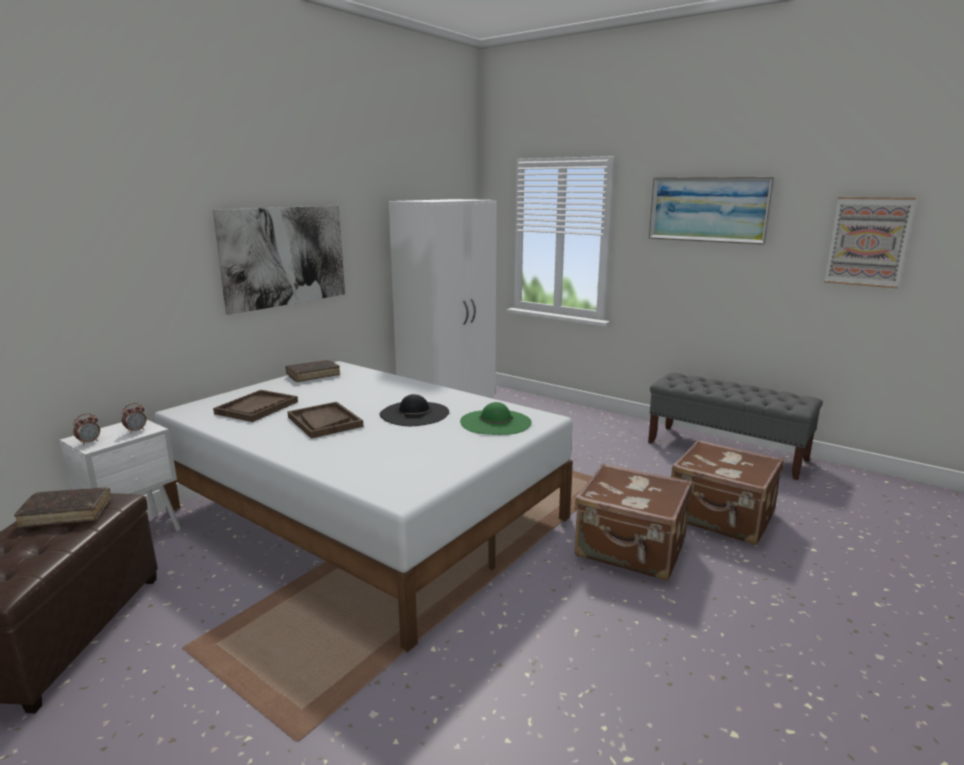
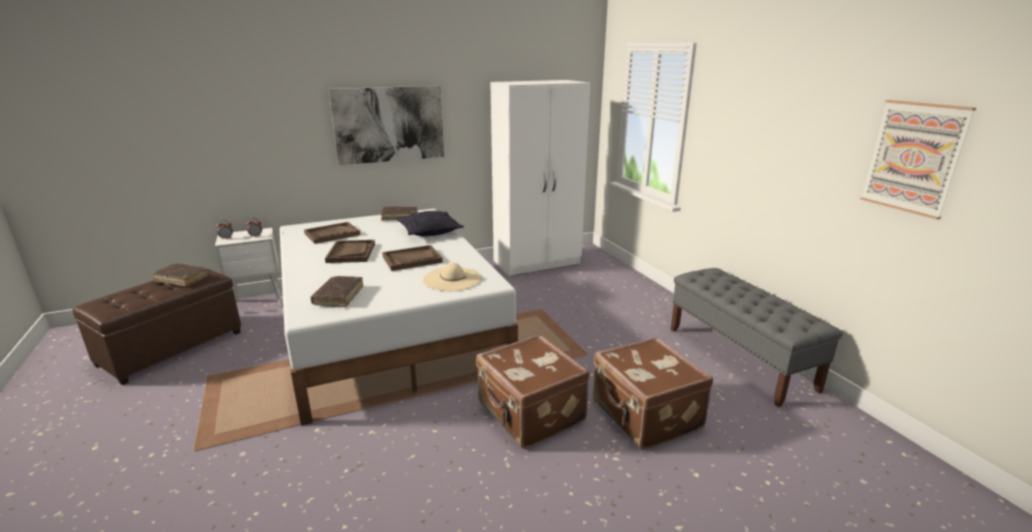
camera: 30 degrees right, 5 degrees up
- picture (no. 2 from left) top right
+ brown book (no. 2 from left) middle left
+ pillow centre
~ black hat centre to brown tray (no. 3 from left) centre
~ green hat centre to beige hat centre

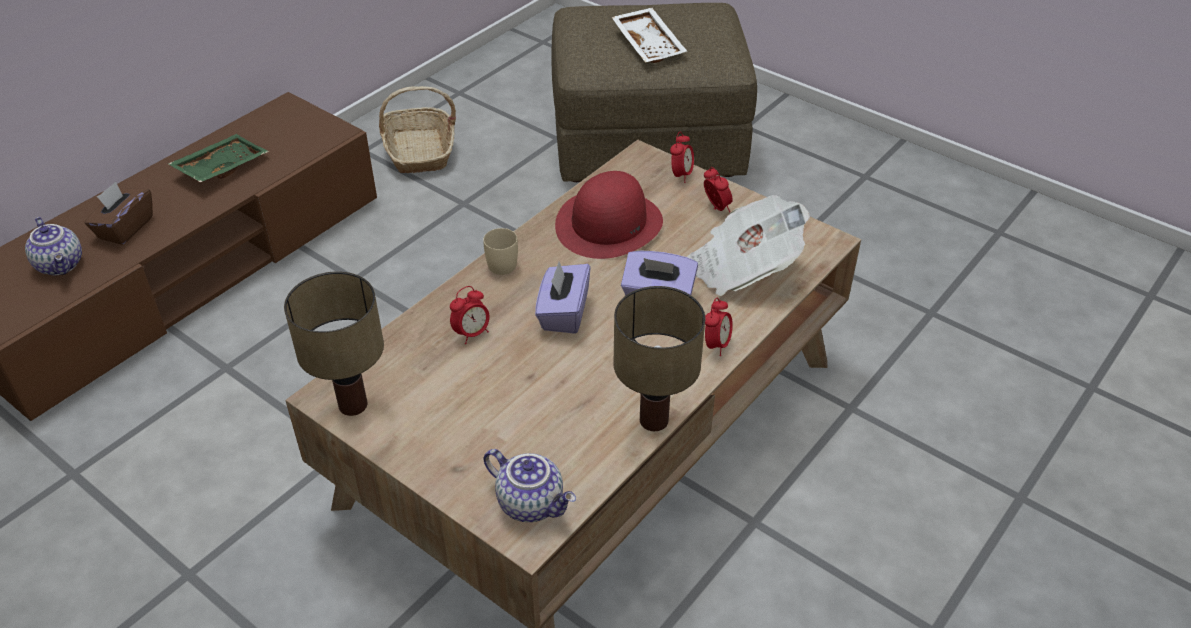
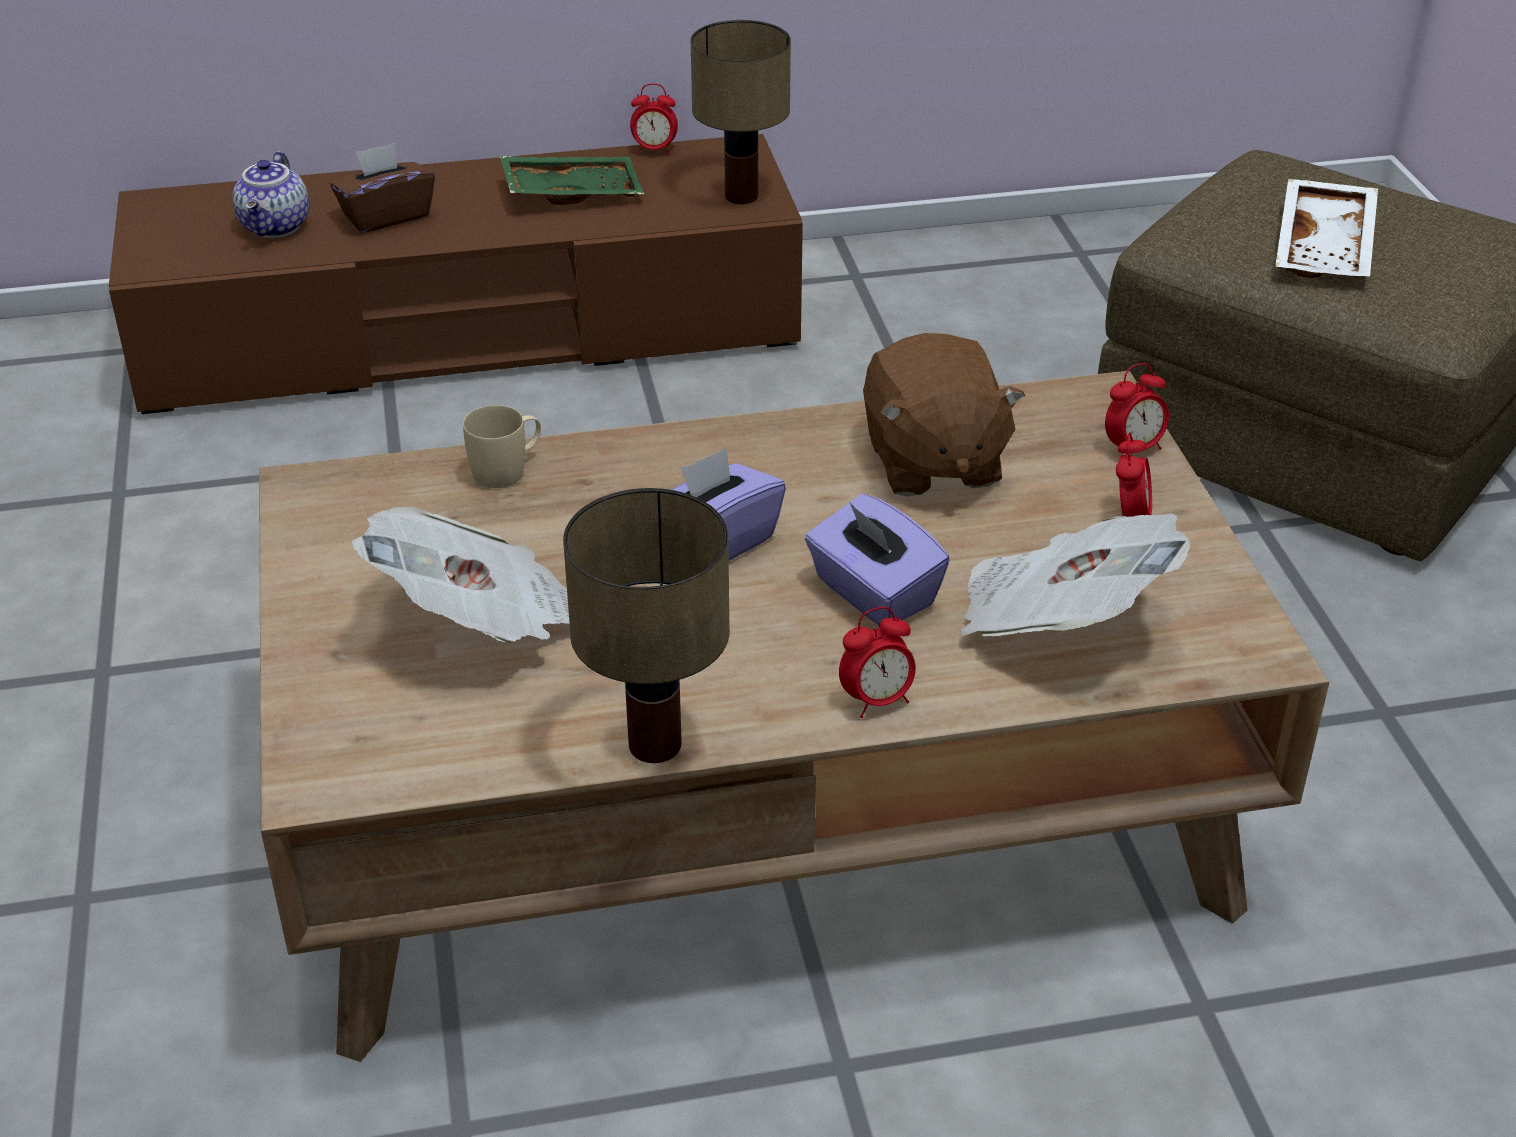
camera: 40 degrees right, 5 degrees down
- basket top centre
- teapot (no. 2 from left) bottom centre
+ newspaper (no. 1 from left) middle left
~ table lamp (no. 1 from left in the first image) middle left to table lamp (no. 2 from left) top centre
~ alarm clock (no. 1 from left) centre to top centre
~ beige mug centre to middle left
~ red hat centre to brown plush toy centre

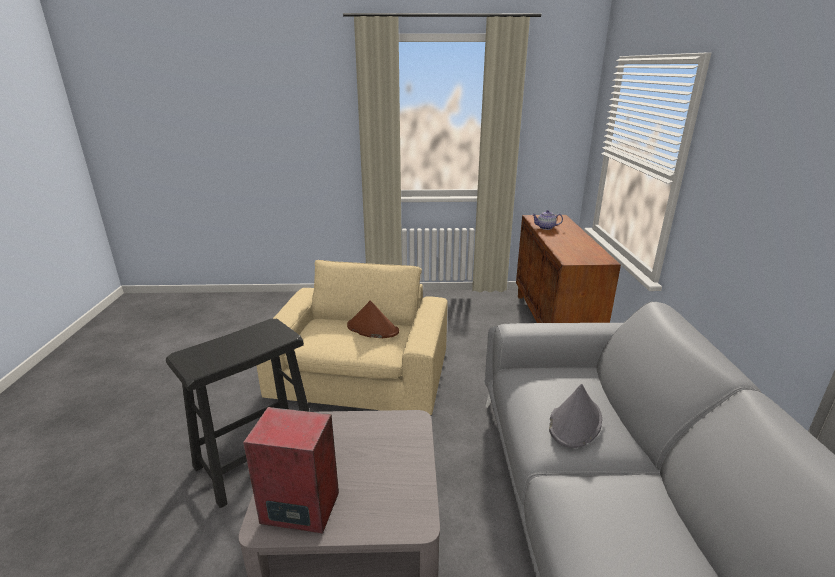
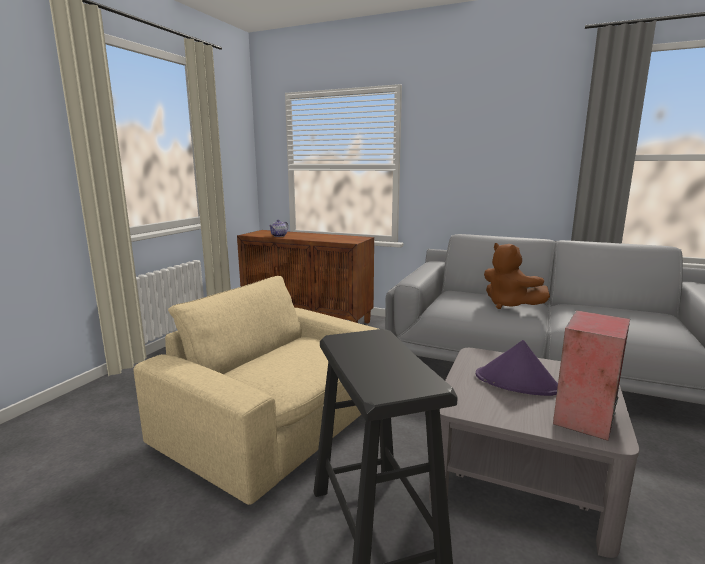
camera: 65 degrees left, 10 degrees down
- brown hat centre
+ purple hat middle right
~ grey hat bottom right to brown plush toy middle right

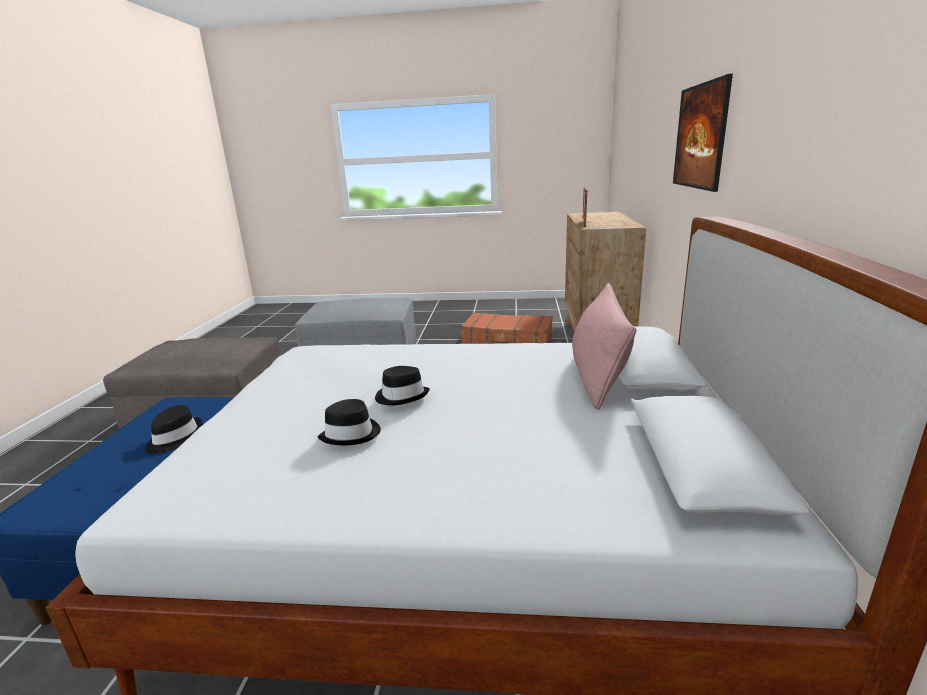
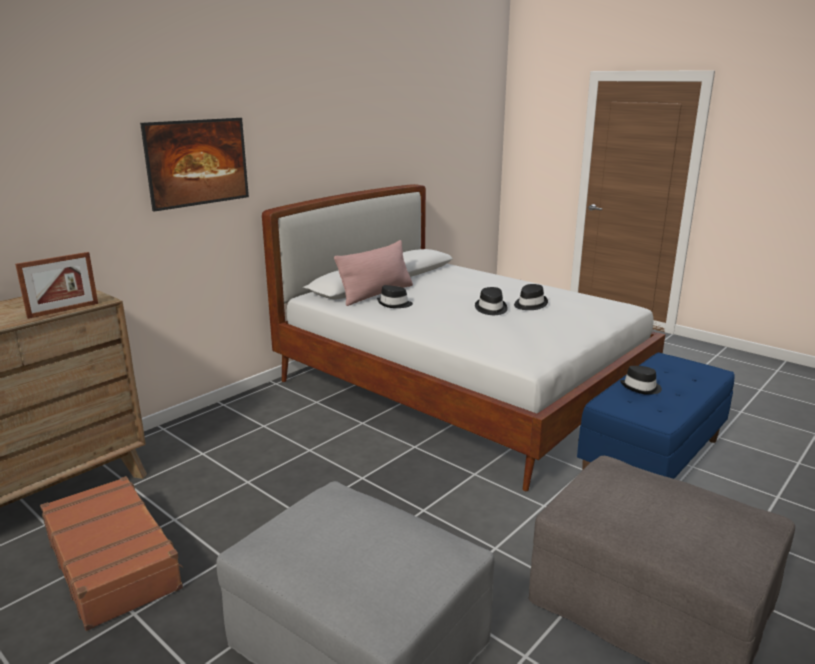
camera: 145 degrees left, 0 degrees up
+ black hat (no. 1 from left) centre

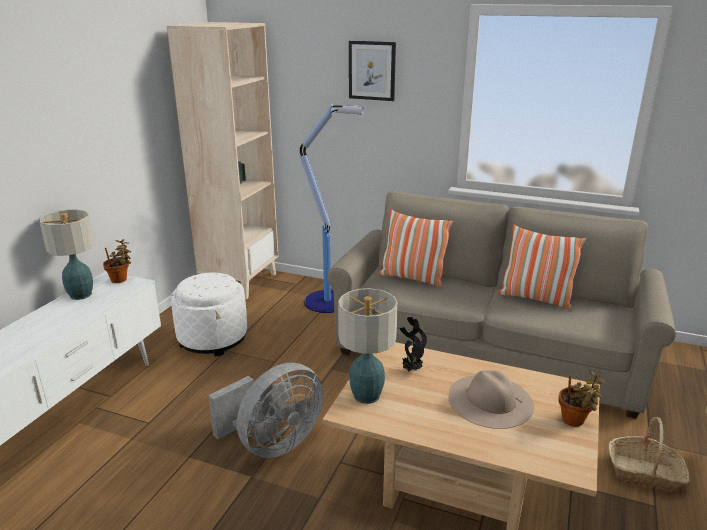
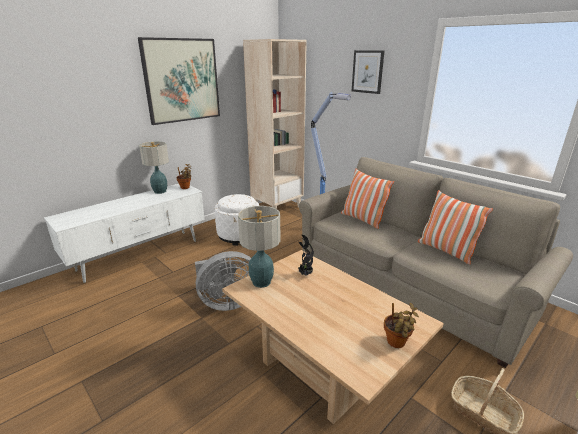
camera: 25 degrees right, 0 degrees up
- beige hat bottom right
+ picture (no. 1 from left) top left

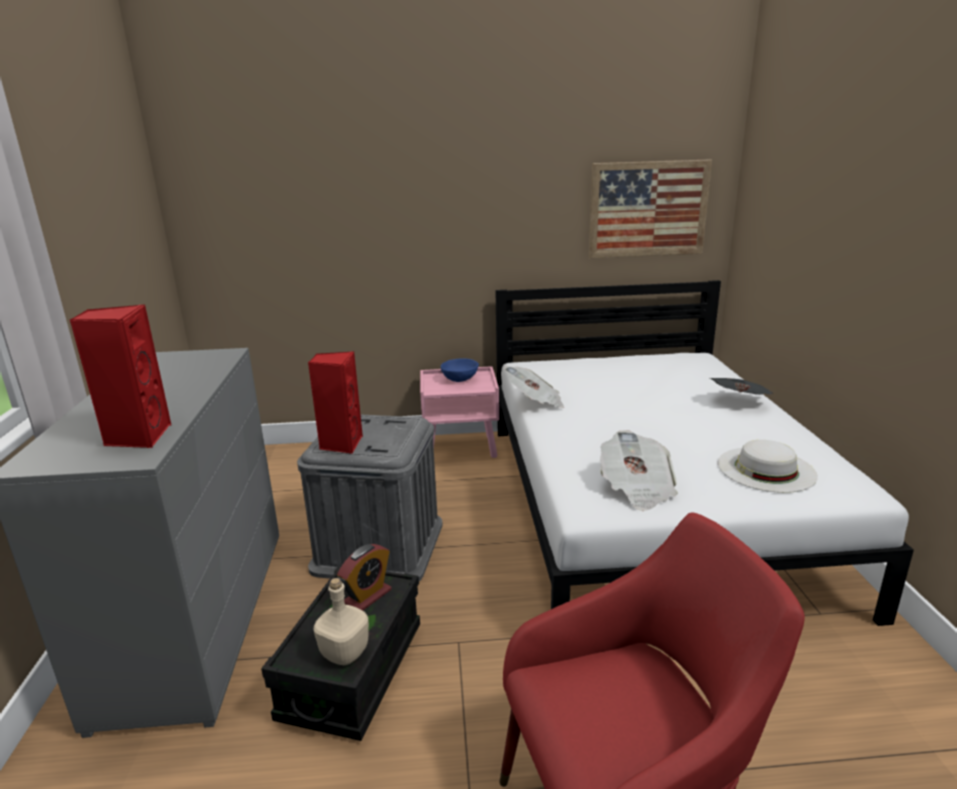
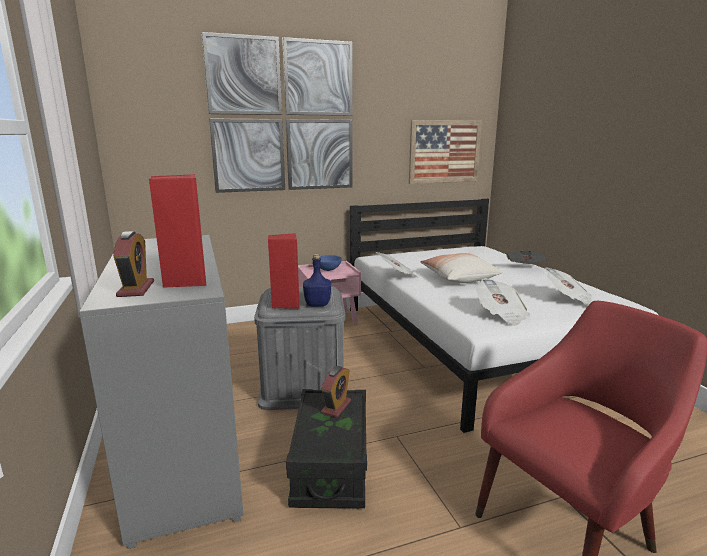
camera: 15 degrees left, 5 degrees down
- beige bottle bottom centre
+ alarm clock (no. 1 from left) middle left
+ picture (no. 1 from left) top centre
+ blue bottle centre
+ pillow centre
~ white hat middle right to newspaper (no. 4 from left) middle right

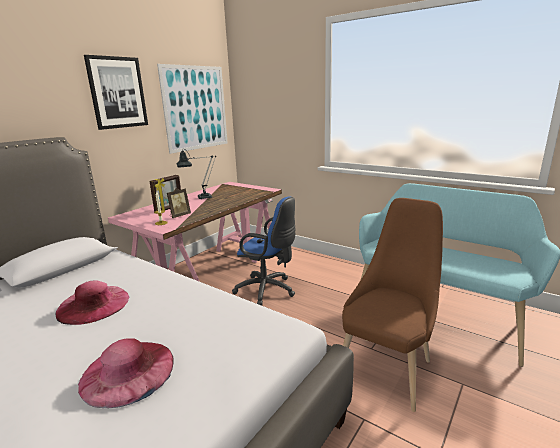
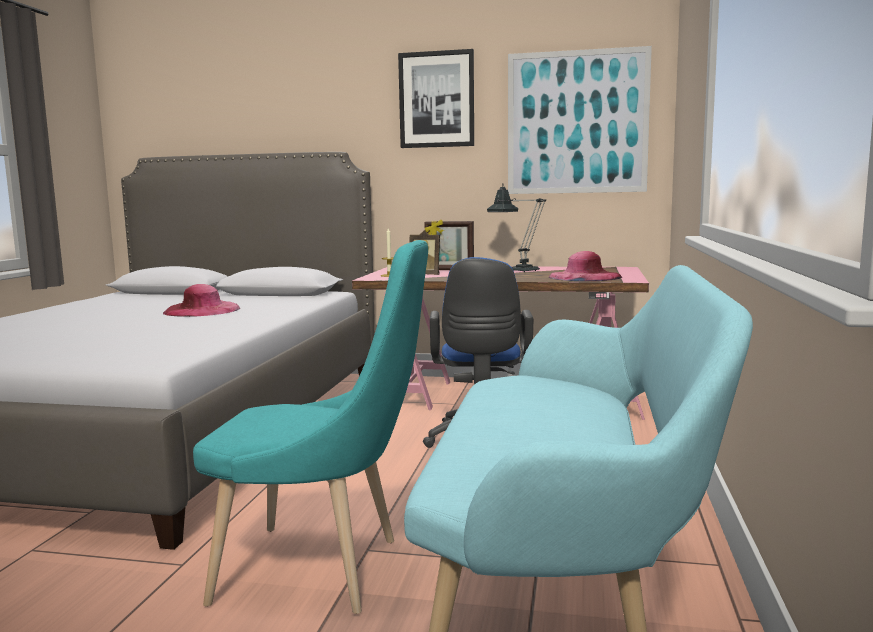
camera: 65 degrees right, 10 degrees down
~ pink hat (no. 2 from left) bottom left to middle right
~ brown chair bottom right to turquoise chair bottom centre

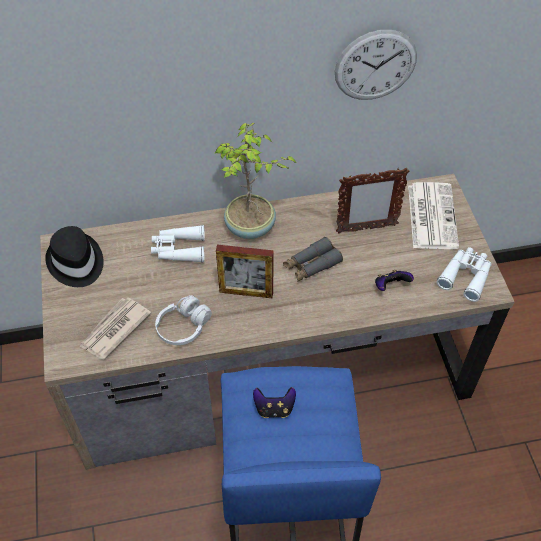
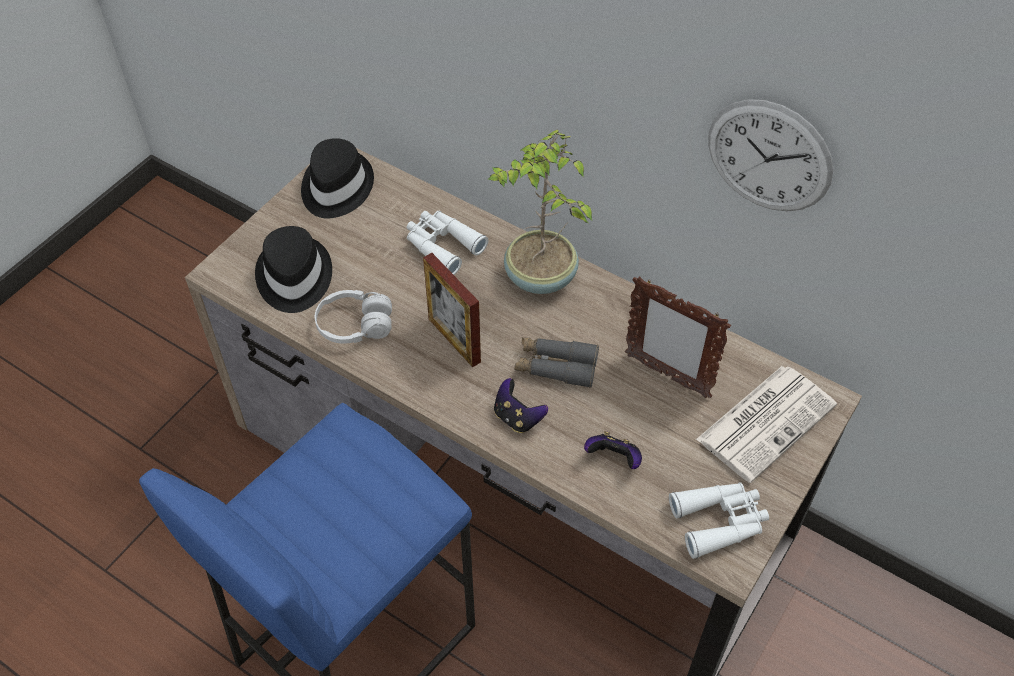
camera: 45 degrees right, 0 degrees up
~ game controller (no. 1 from left) bottom centre to centre
~ newspaper (no. 1 from left) middle left to black hat (no. 1 from left) middle left

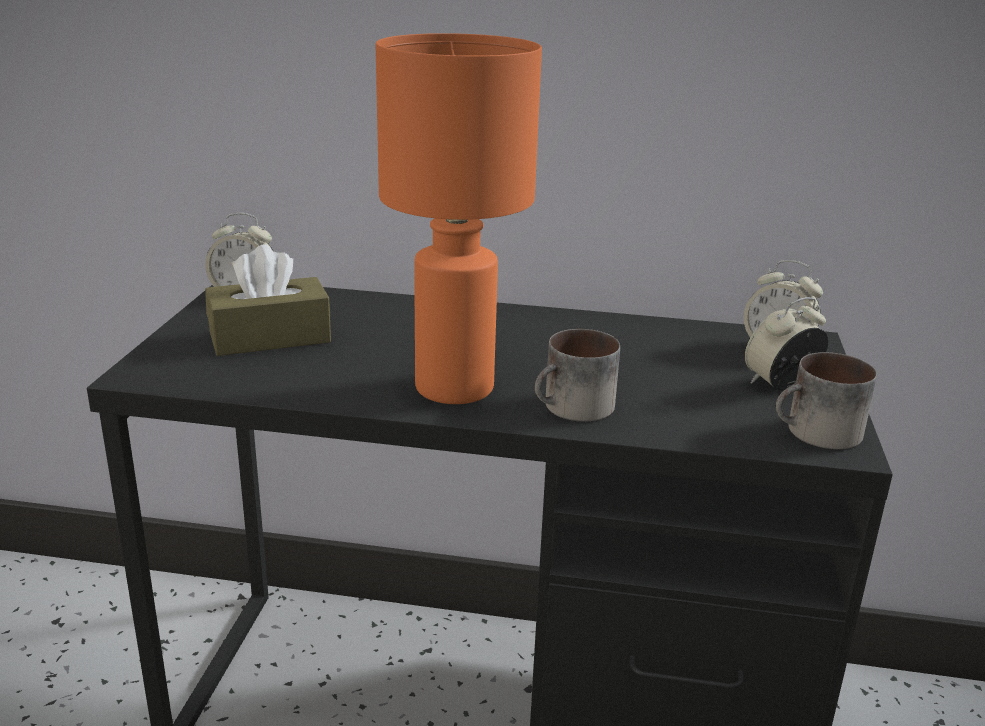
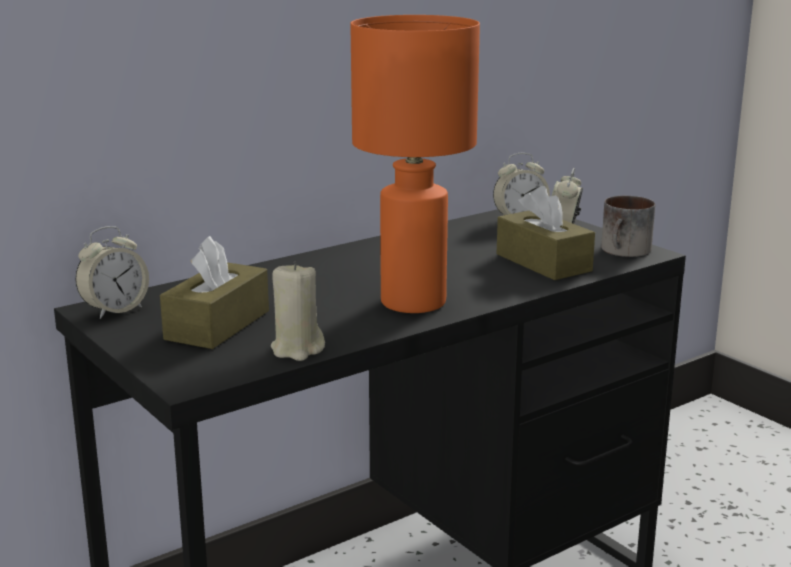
camera: 45 degrees left, 5 degrees down
- mug (no. 1 from left) centre
+ beige candle centre
+ brown tissue box (no. 2 from left) middle right

